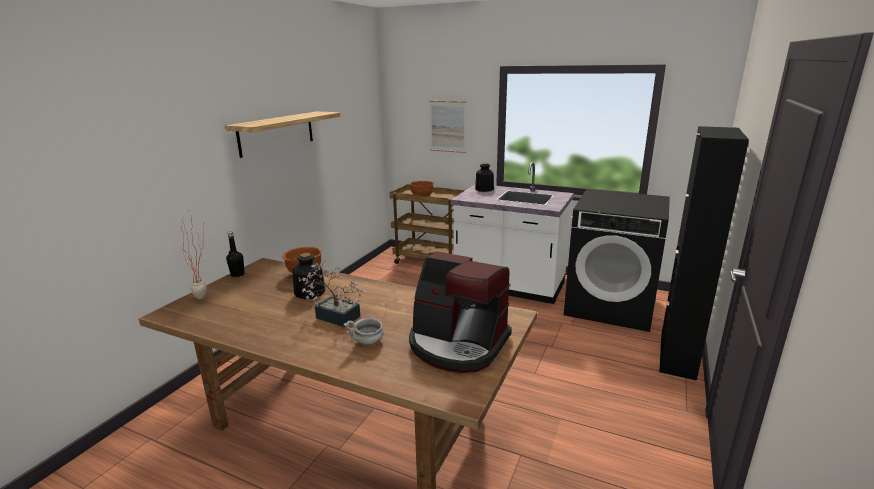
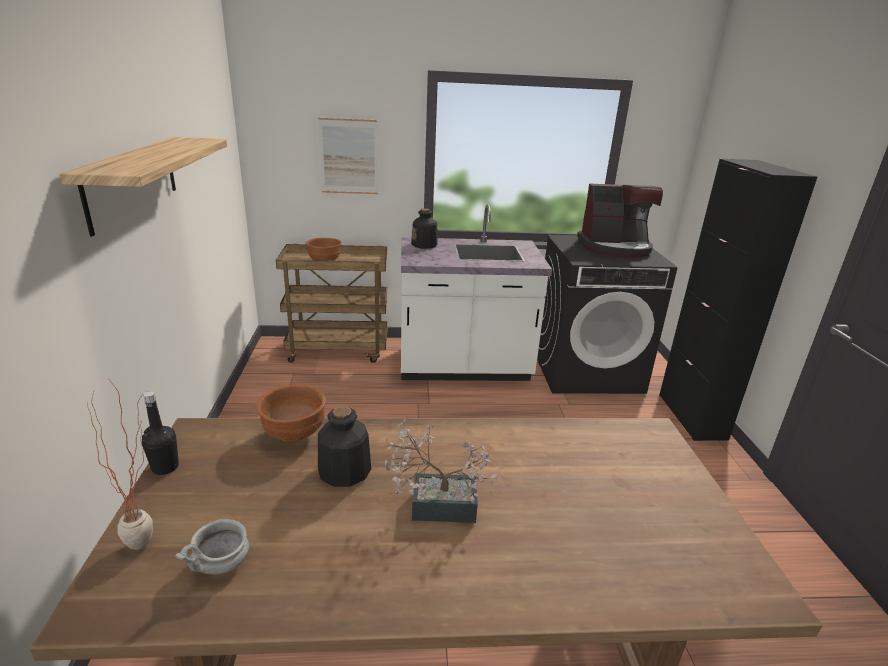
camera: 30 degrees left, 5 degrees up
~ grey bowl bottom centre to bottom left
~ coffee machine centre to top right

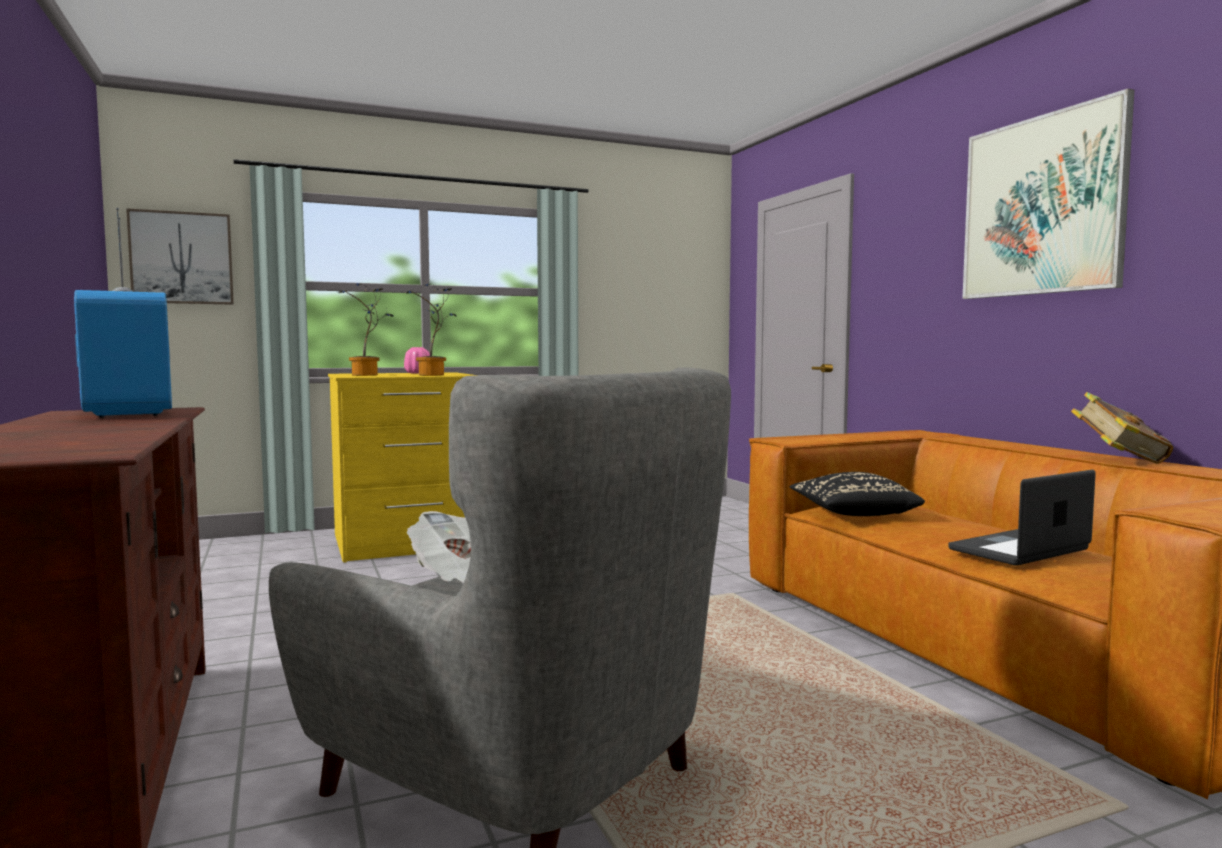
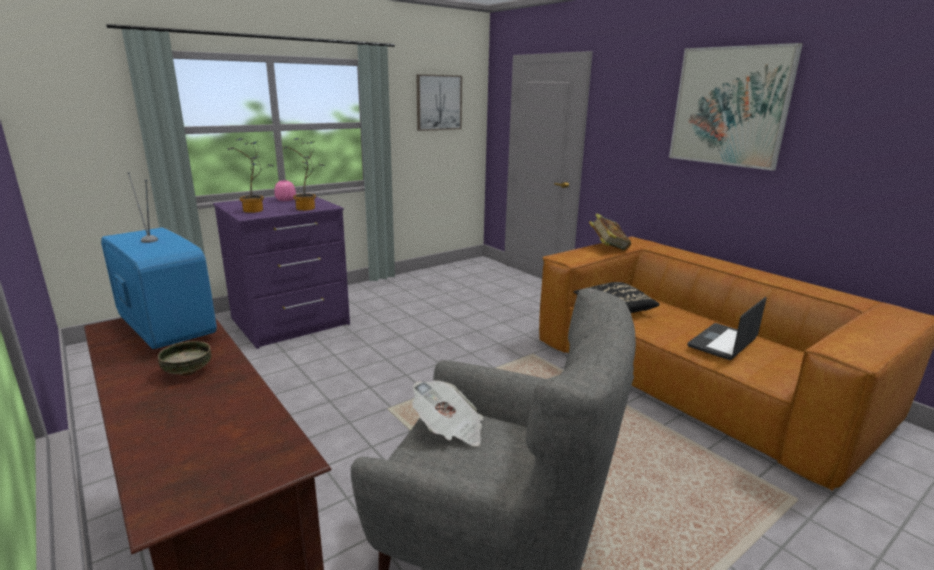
camera: 15 degrees left, 15 degrees up
+ bowl middle left
~ picture (no. 1 from left) top left to top centre
~ book middle right to centre
~ yellow dresser middle left to purple dresser middle left

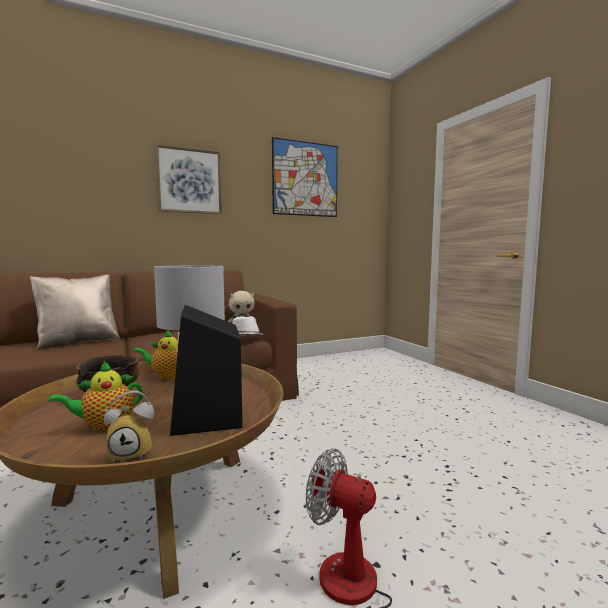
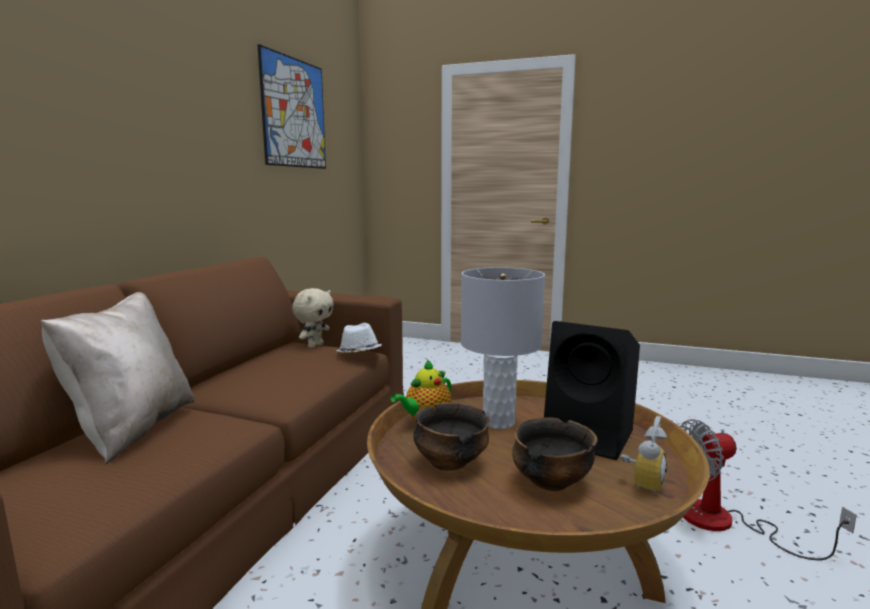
camera: 45 degrees left, 5 degrees up
- picture (no. 1 from left) top left
~ teapot (no. 1 from left) middle left to bowl (no. 2 from left) bottom centre

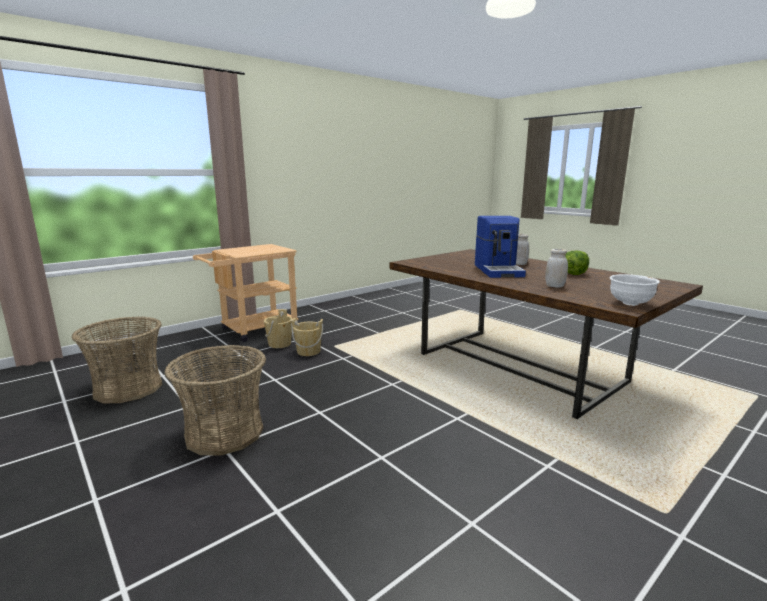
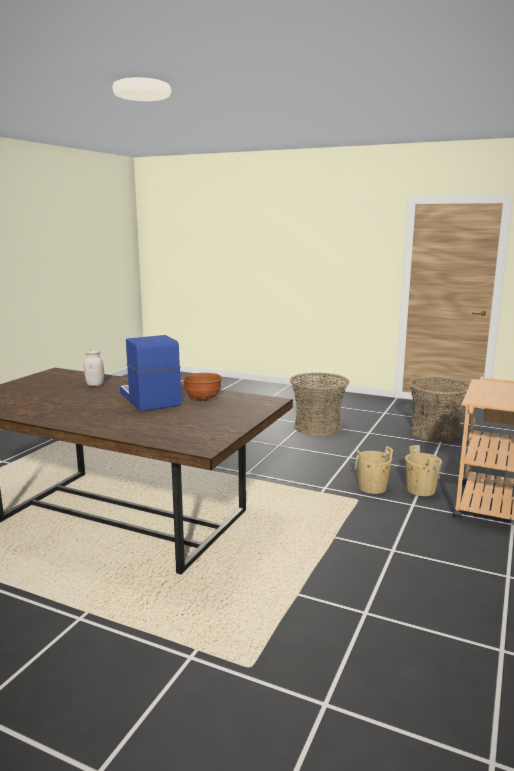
camera: 155 degrees right, 0 degrees up
- white jar (no. 1 from left) middle right
- lettuce middle right
- white bowl middle right
+ brown bowl centre

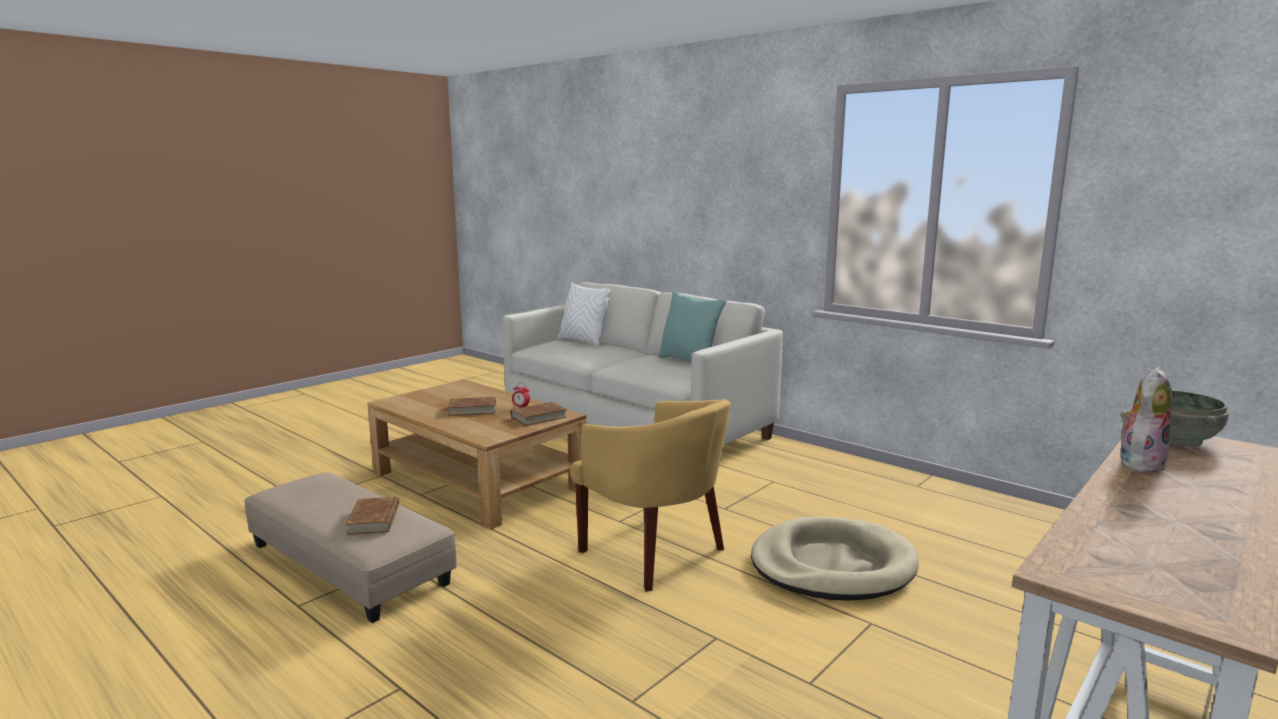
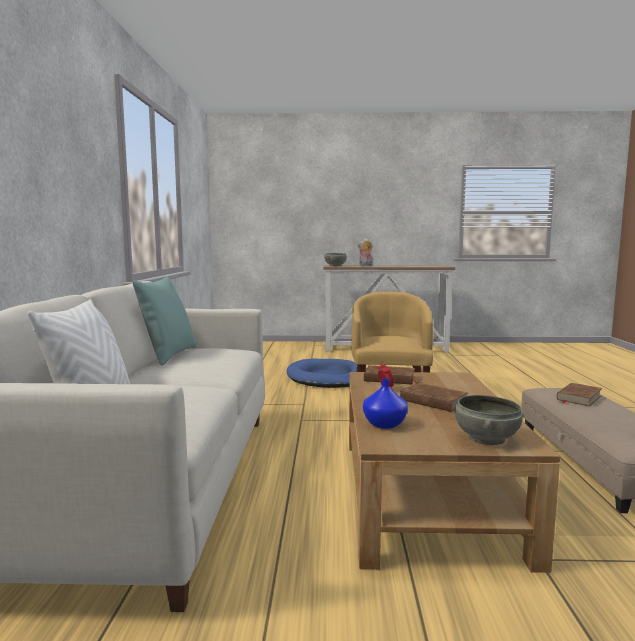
camera: 130 degrees left, 5 degrees down
+ blue vase centre
+ grey bowl (no. 2 from left) middle right
~ beige dog bed bottom centre to blue dog bed centre

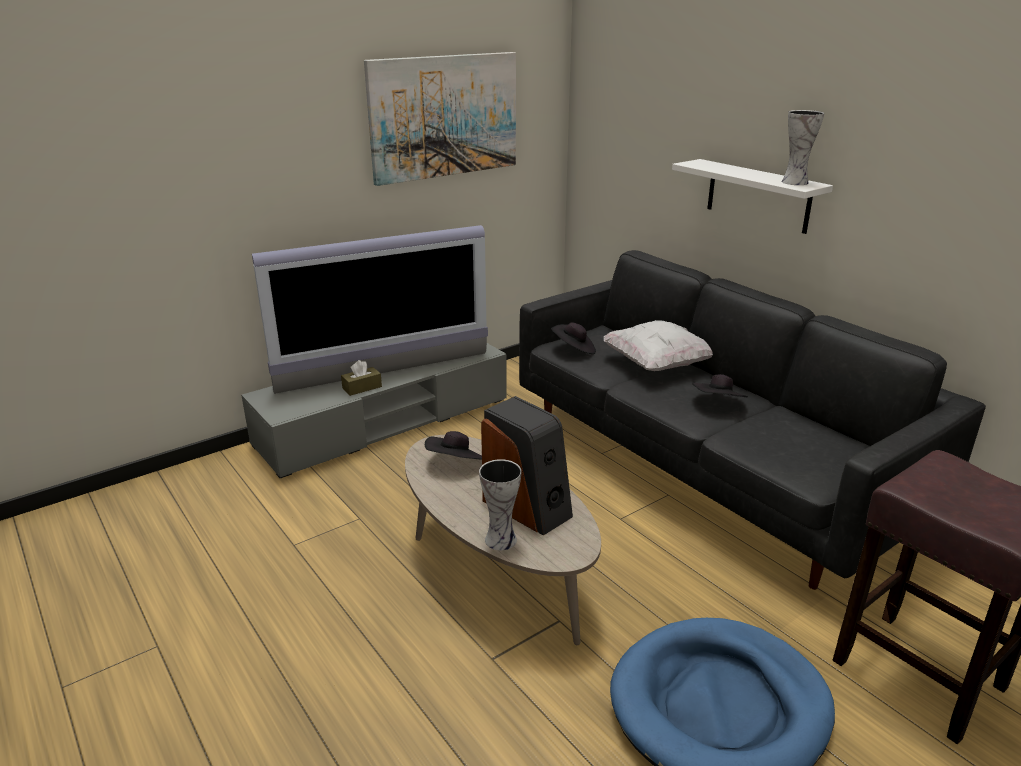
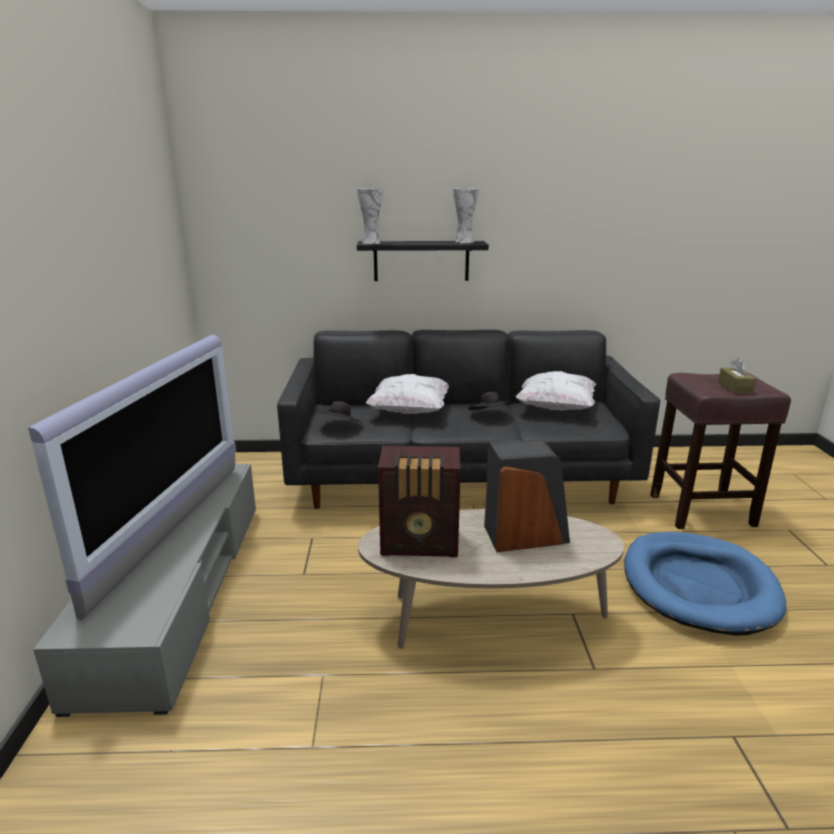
camera: 55 degrees left, 5 degrees down
- picture top centre
+ white pillow (no. 2 from left) middle right
~ brown tissue box centre to middle right
~ vase (no. 1 from left) centre to top centre
~ black hat (no. 1 from left) centre to radio centre
~ white shelf top right to black shelf top centre

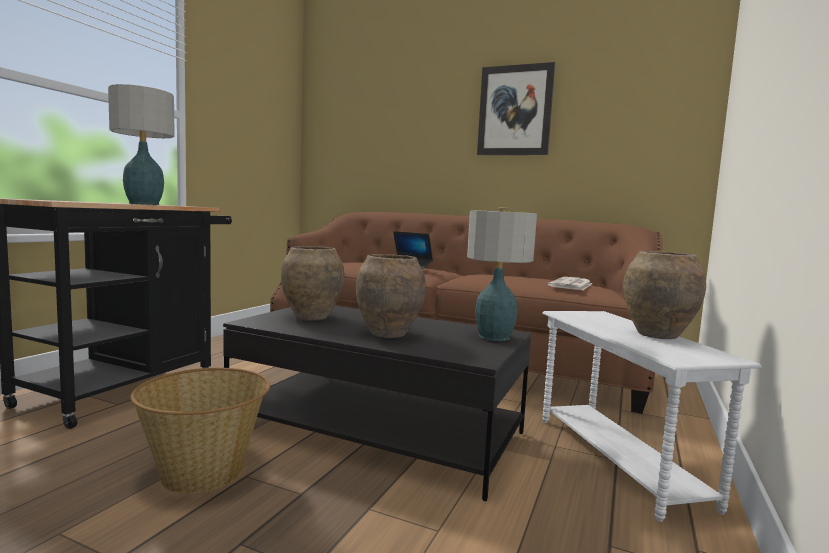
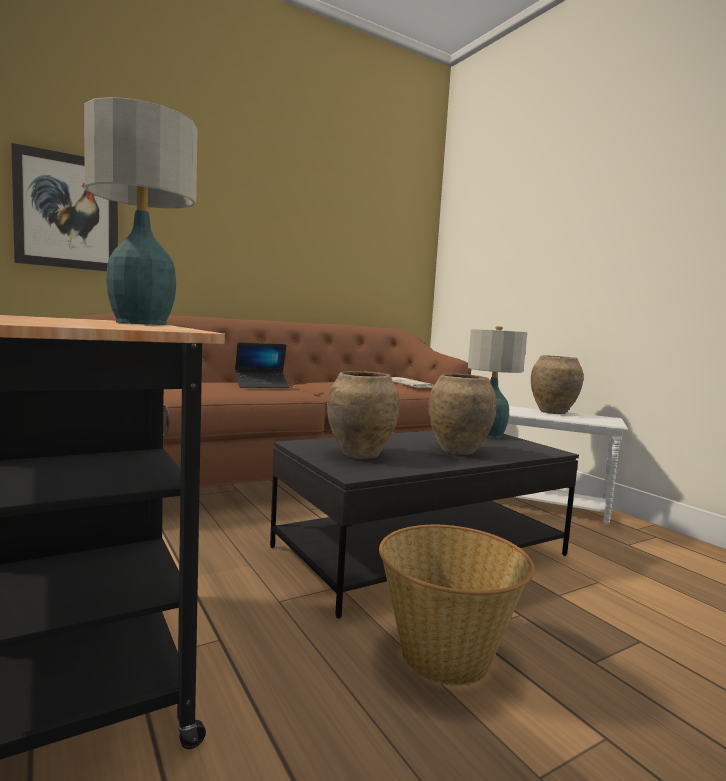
camera: 55 degrees left, 0 degrees up
~ picture top centre to top left

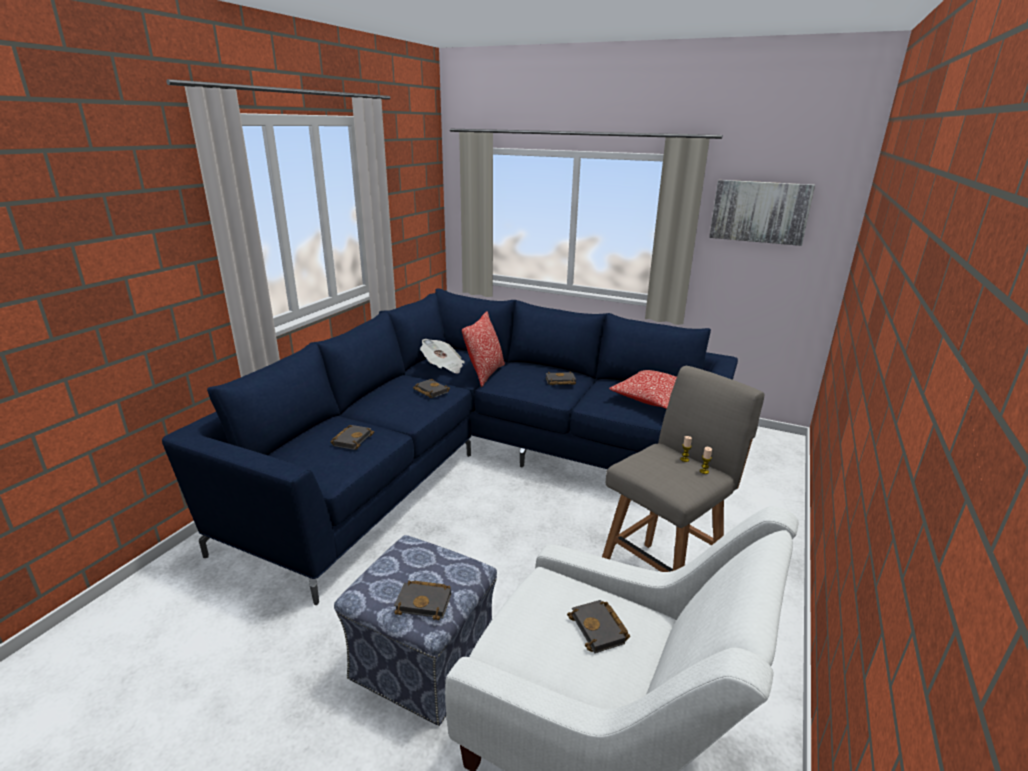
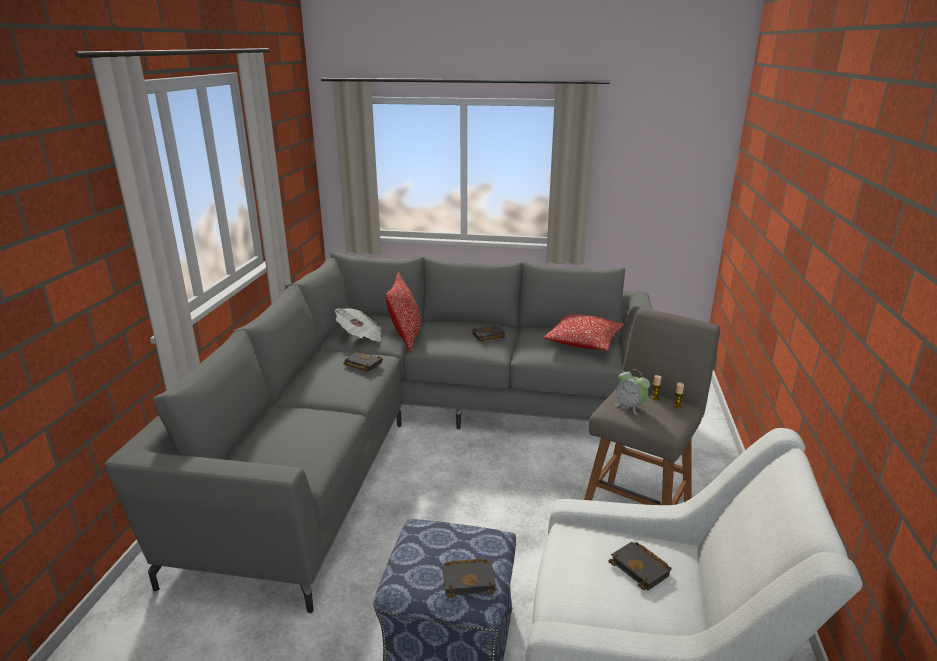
camera: 15 degrees left, 0 degrees up
- black book (no. 1 from left) centre
- picture top right
+ alarm clock middle right
~ blue sofa centre to grey sofa centre

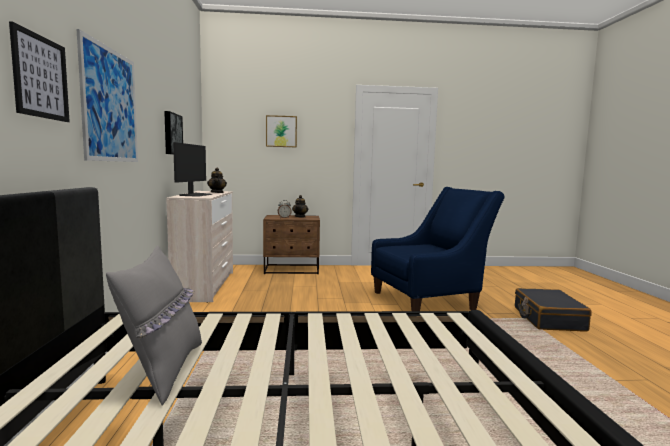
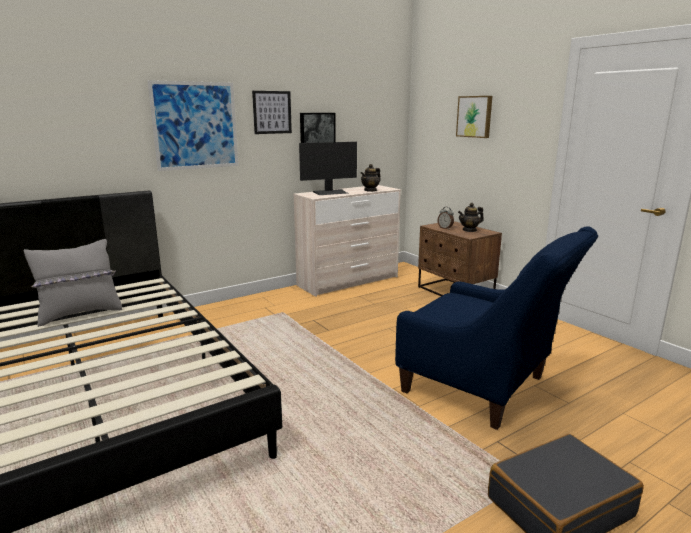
camera: 60 degrees right, 10 degrees up
~ picture (no. 1 from left in the first image) top left to picture (no. 2 from left) top centre

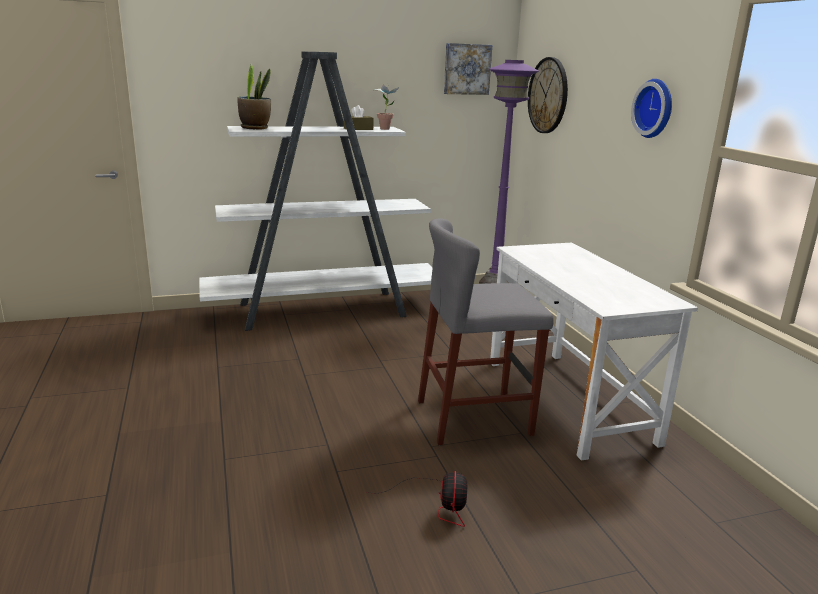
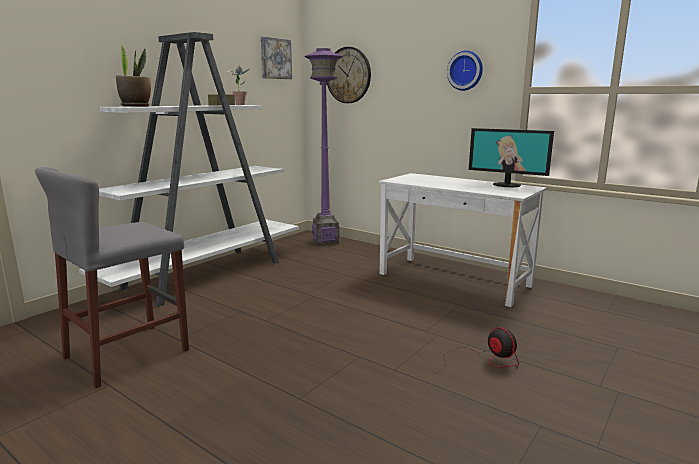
camera: 35 degrees left, 5 degrees down
+ monitor middle right
~ grey stool centre to middle left

